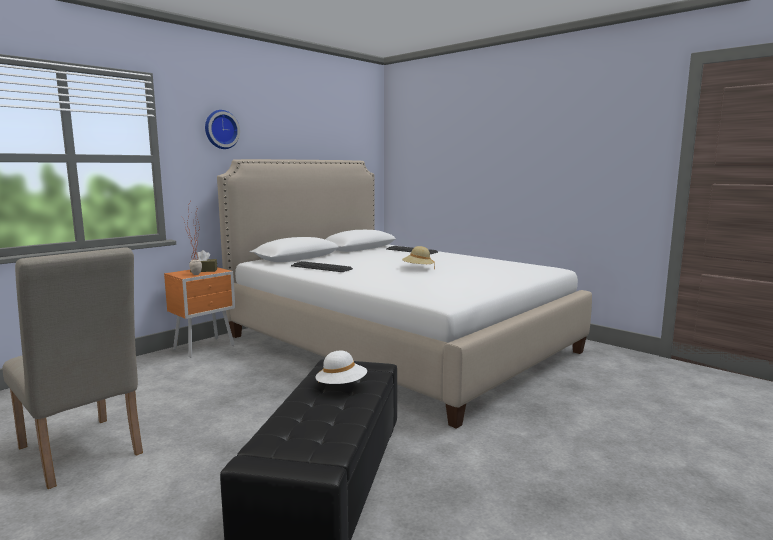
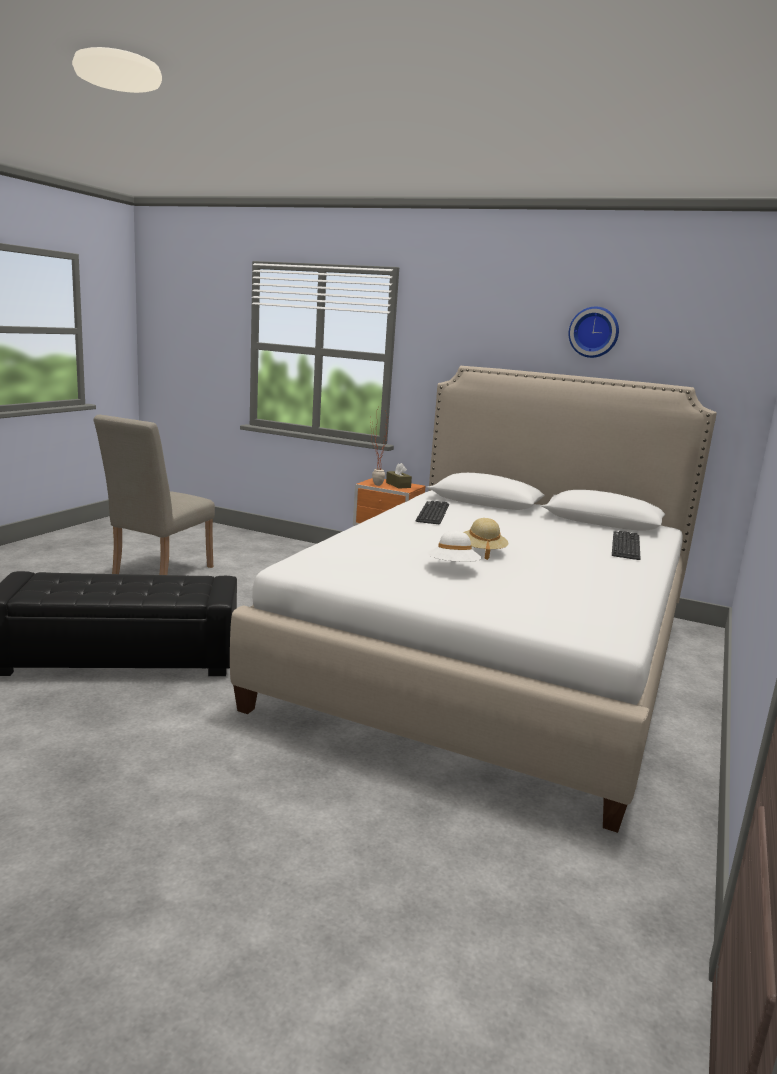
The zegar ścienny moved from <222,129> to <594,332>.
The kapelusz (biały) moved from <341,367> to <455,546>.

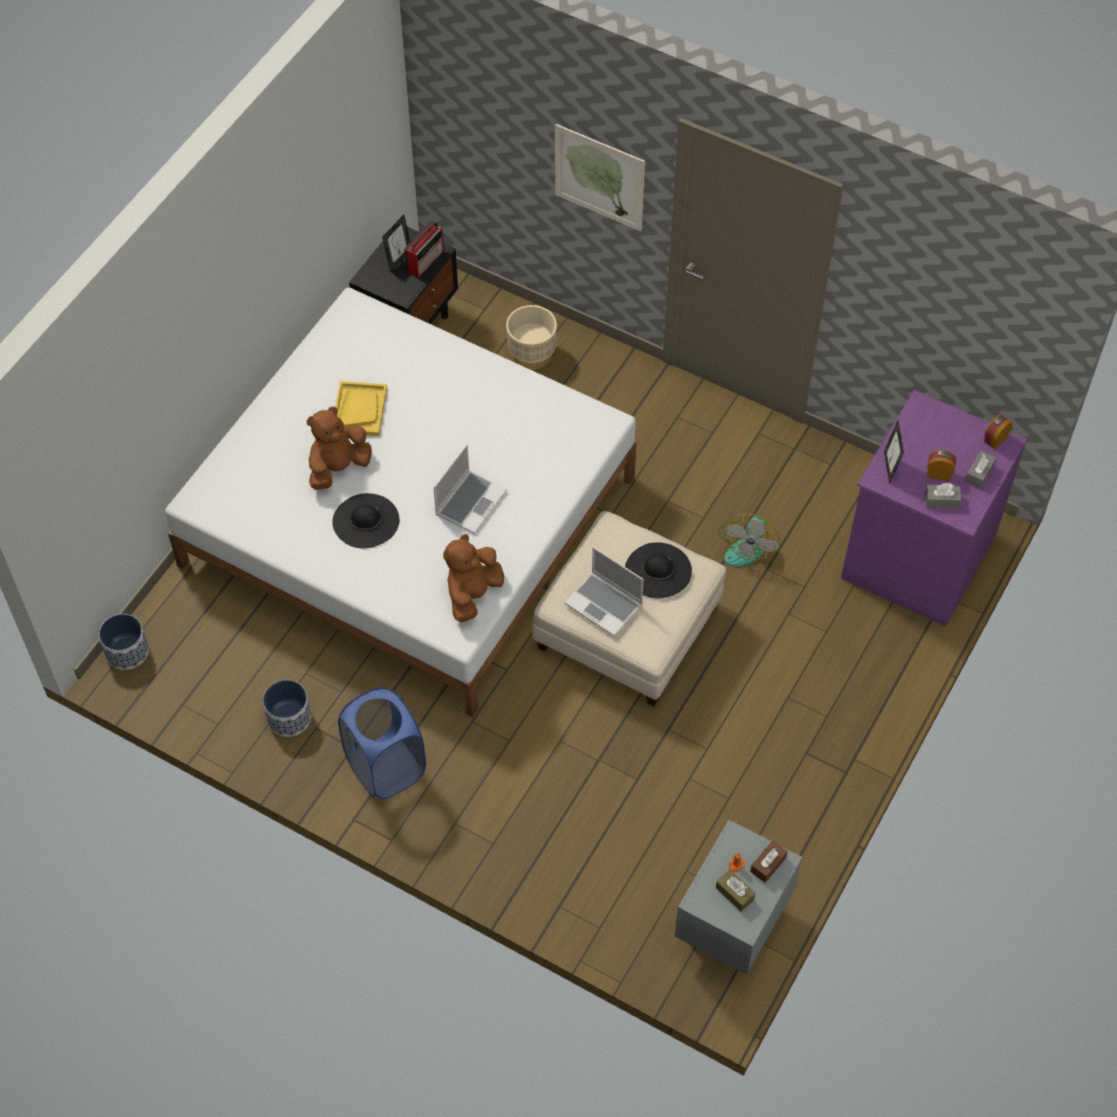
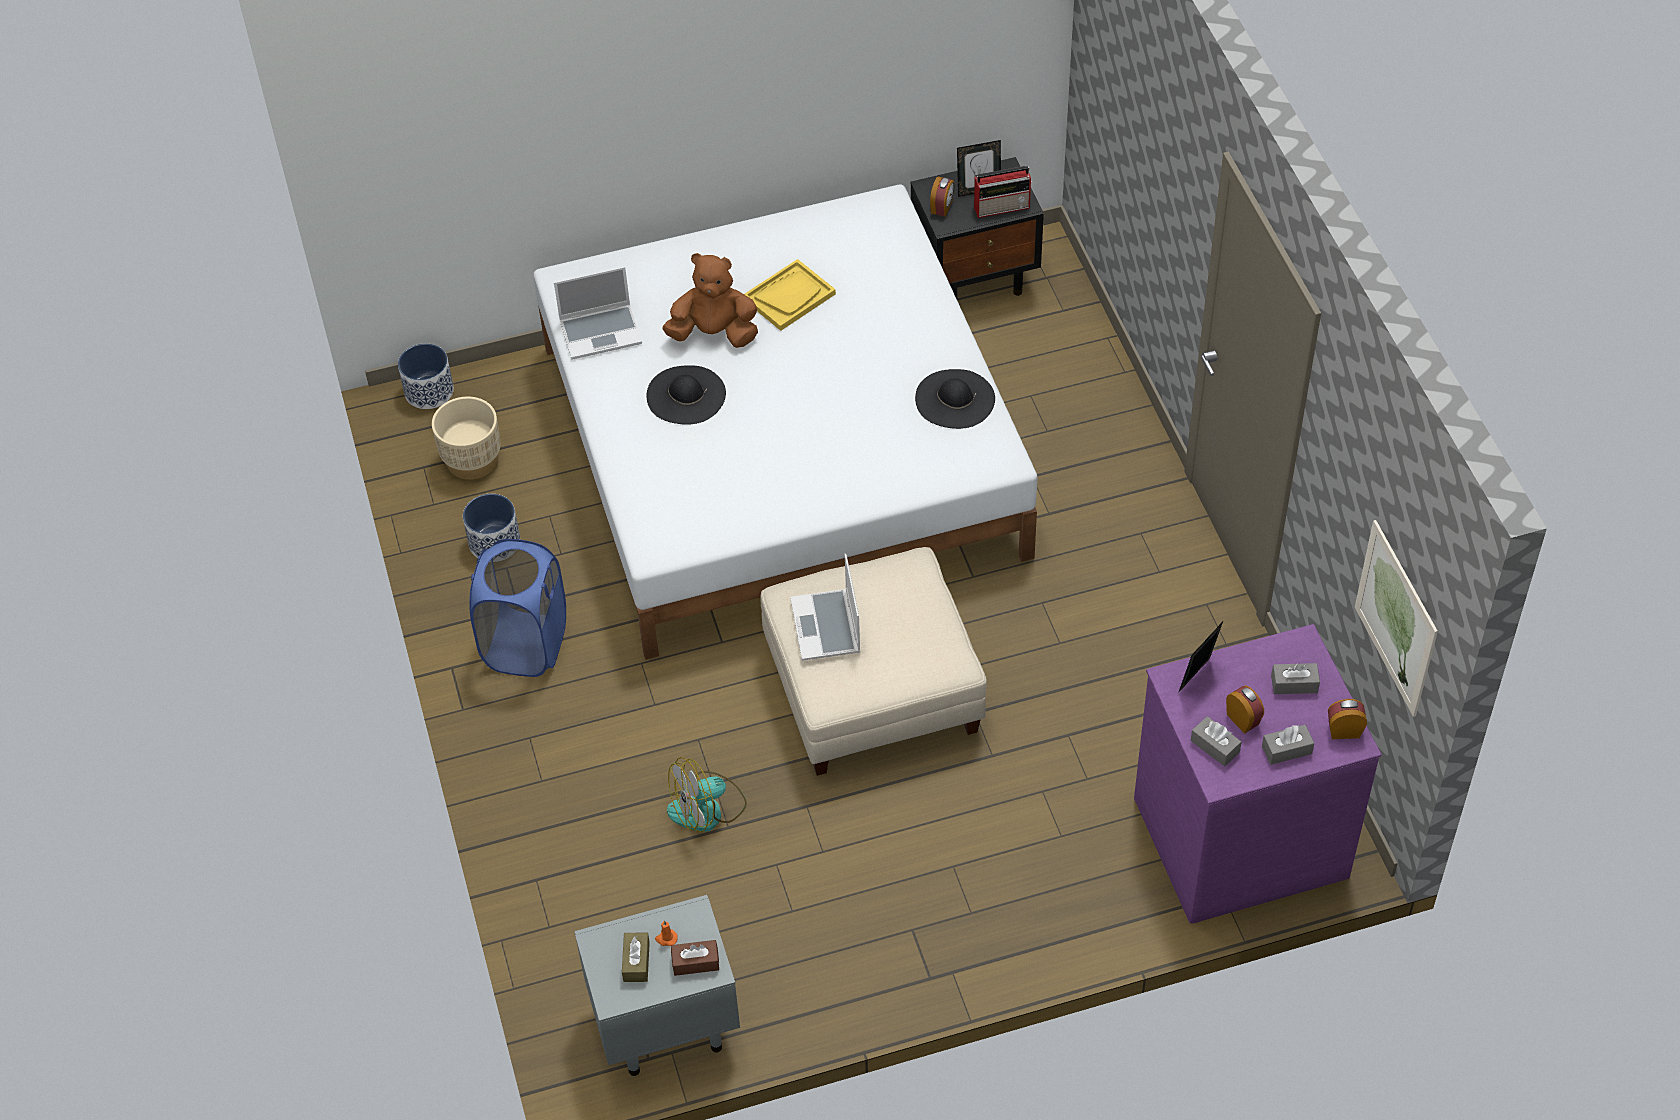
The obraz moved from <600,177> to <1396,618>.
The donica (beżowy) moved from <531,337> to <466,438>.
The laptop moved from <470,489> to <598,313>.
The wentylator moved from <749,540> to <707,794>.
The pluszak (brązowy) at <473,578> disappeared.
The kapelusz (czarny) moved from <658,570> to <955,399>.
The budzik at <942,197> appeared.
The pudełko chusteczek (szary) at <1295,678> appeared.

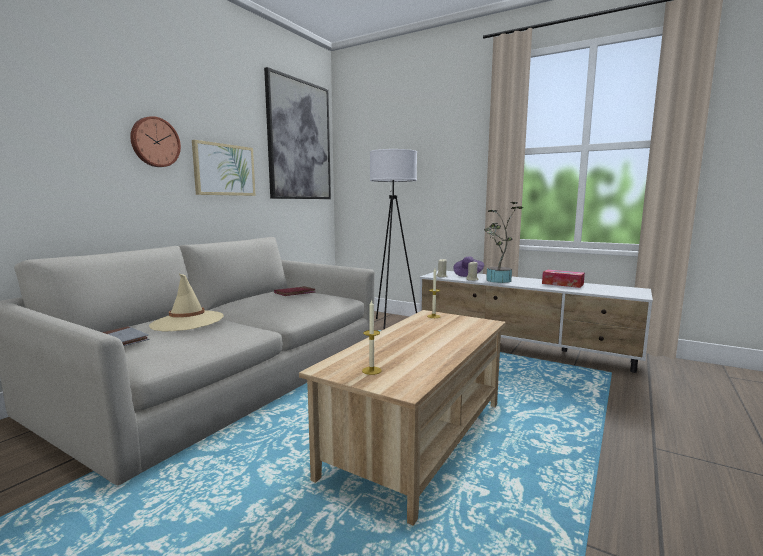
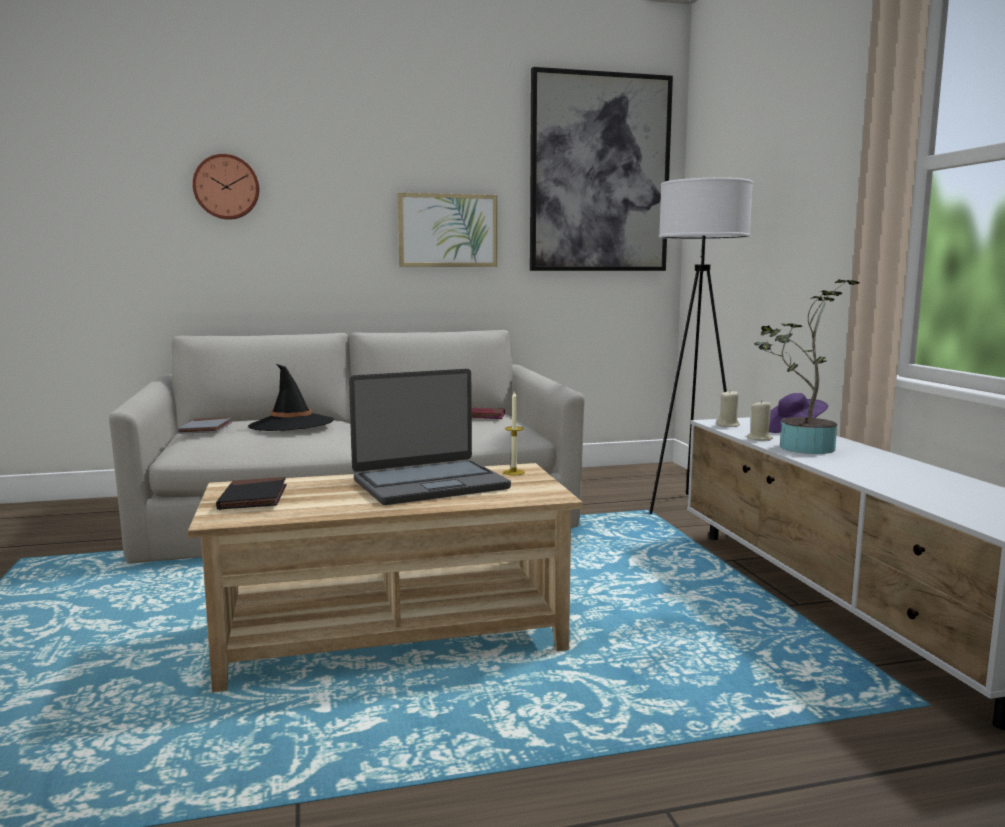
The zegar ścienny moved from <155,141> to <225,187>.
The pudełko chusteczek at <563,279> disappeared.
The kapelusz (beżowy) at <186,303> became the kapelusz (czarny) at <291,397>.
The świeca at <371,337> was replaced by the książka (czarny) at <251,493>.
The laptop at <430,437> appeared.

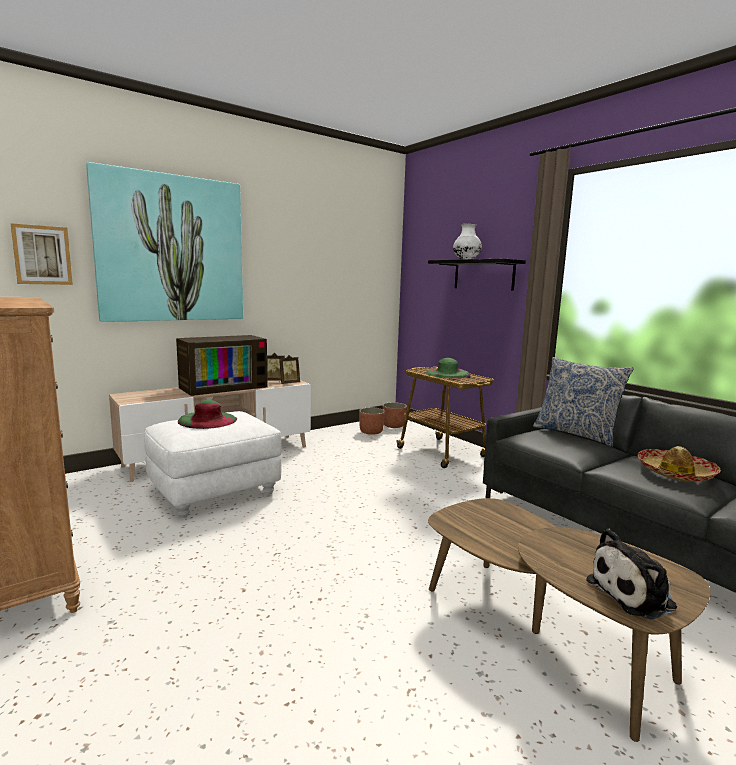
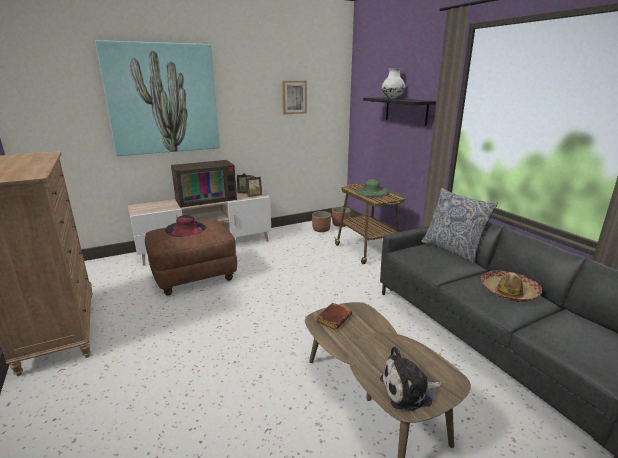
The obraz moved from <42,254> to <294,97>.
The kapelusz (zielony) at <207,414> became the kapelusz (czarny) at <185,226>.
The pufa (biały) at <213,464> became the pufa (brązowy) at <191,258>.
The książka (brązowy) at <334,316> appeared.

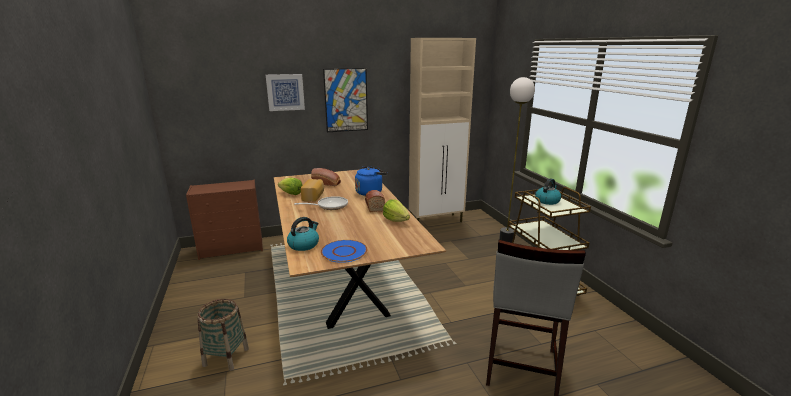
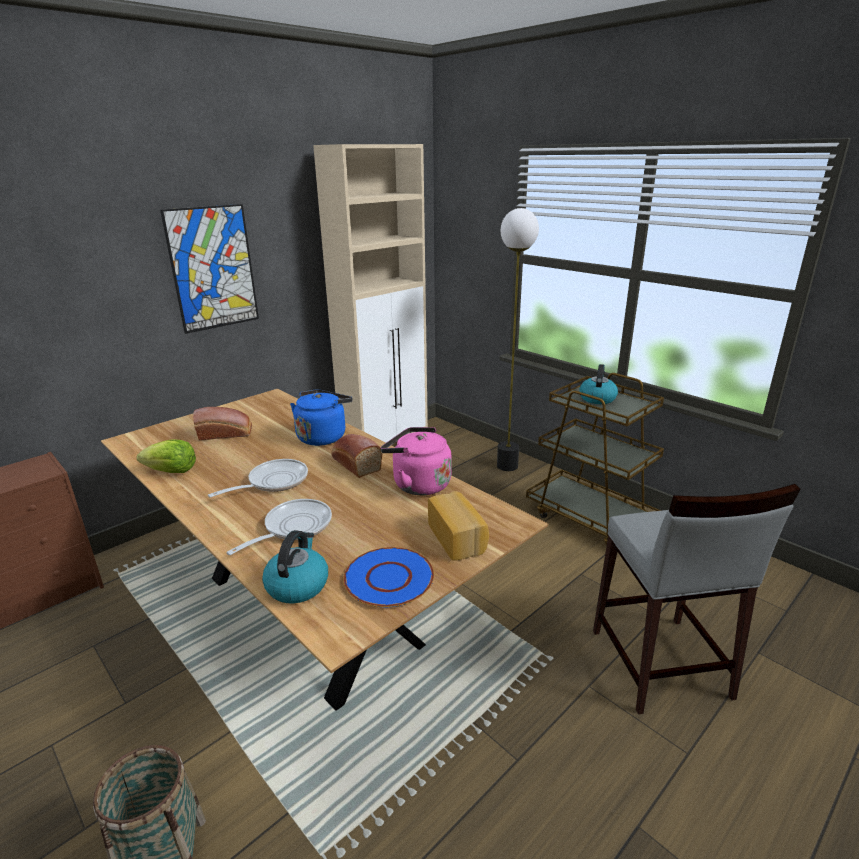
The obraz at <285,92> disappeared.
The chleb moved from <312,190> to <458,525>.
The sałata at <396,210> was replaced by the czajnik (różowy) at <416,461>.
The patelnia at <279,527> appeared.

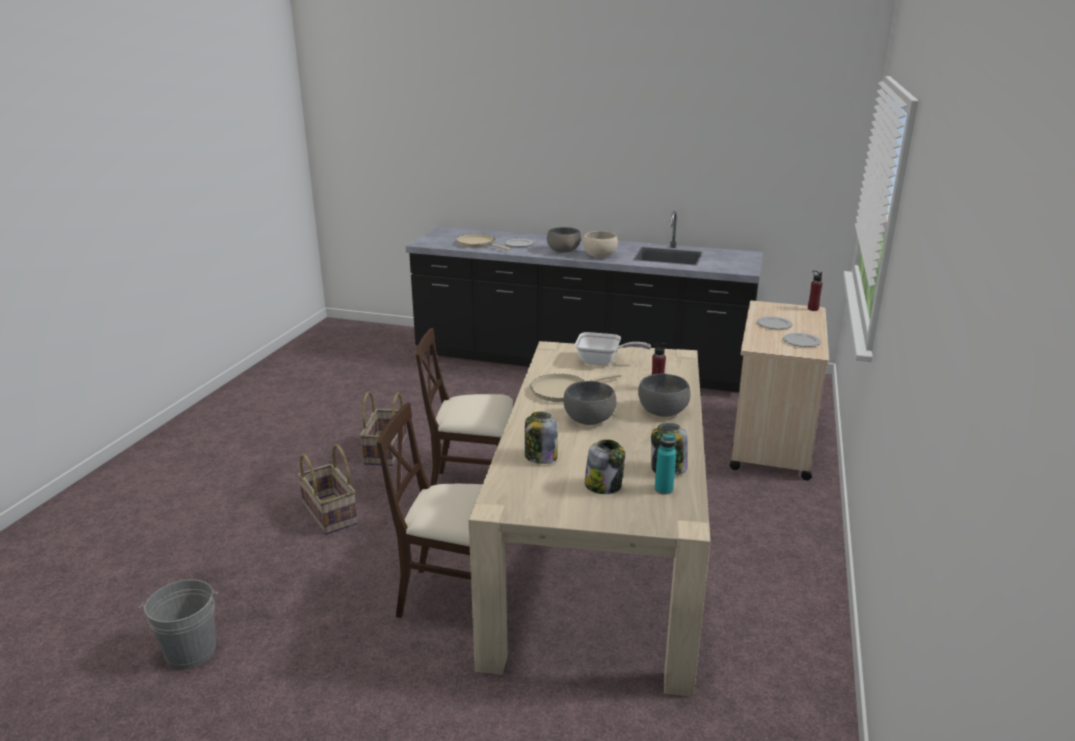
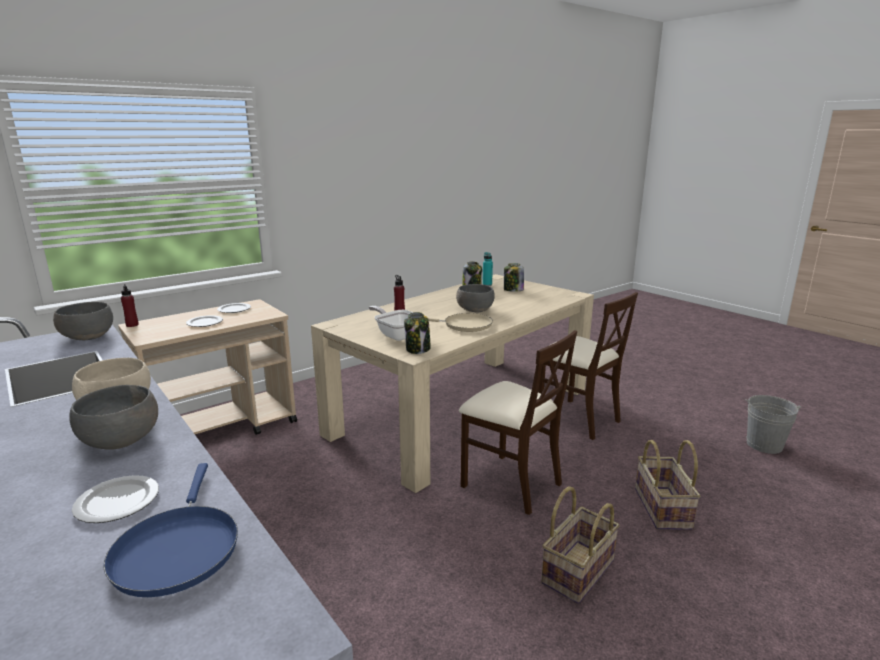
The patelnia (beżowy) at <483,242> became the patelnia (niebieski) at <170,530>.
The miska (szary) moved from <664,395> to <83,321>.
The słoik moved from <541,438> to <417,333>.

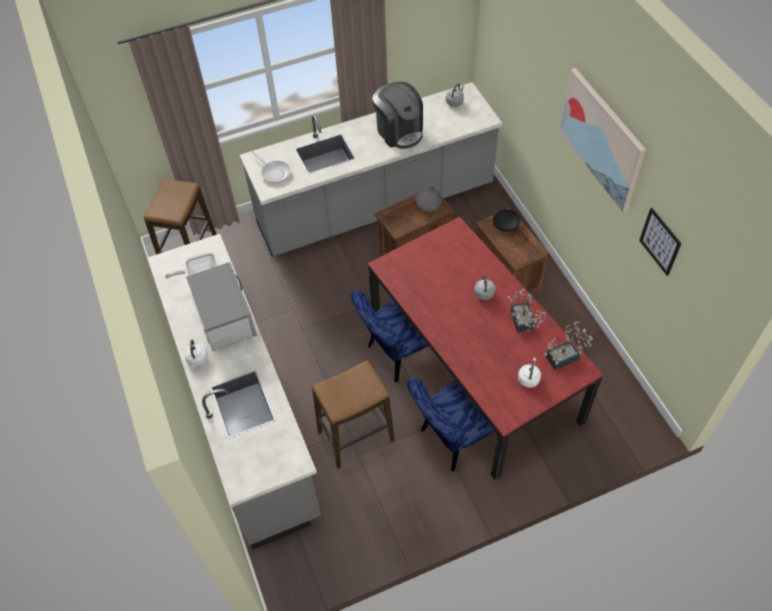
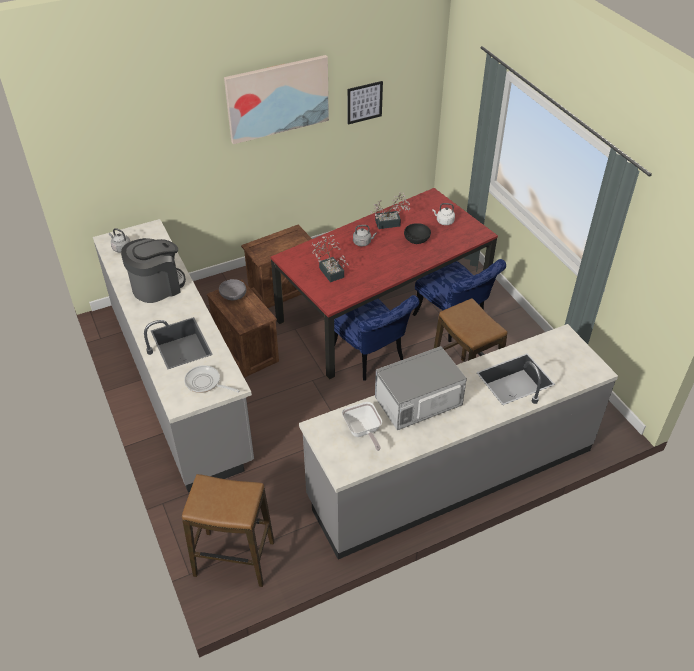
The patelnia at <271,167> turned 105 degrees counterclockwise.
The miska (czarny) moved from <507,220> to <417,233>.
The roślina doniczkowa moved from <569,345> to <330,258>.
The czajnik (biały) at <196,353> disappeared.

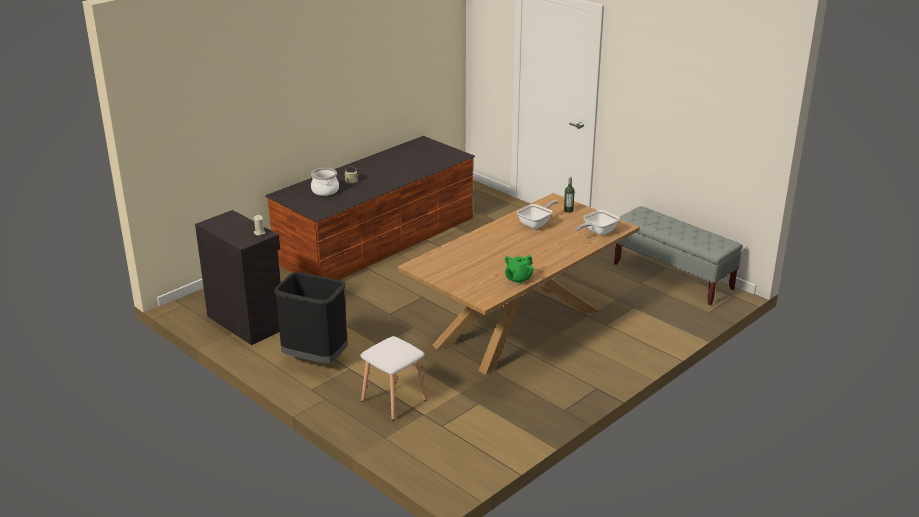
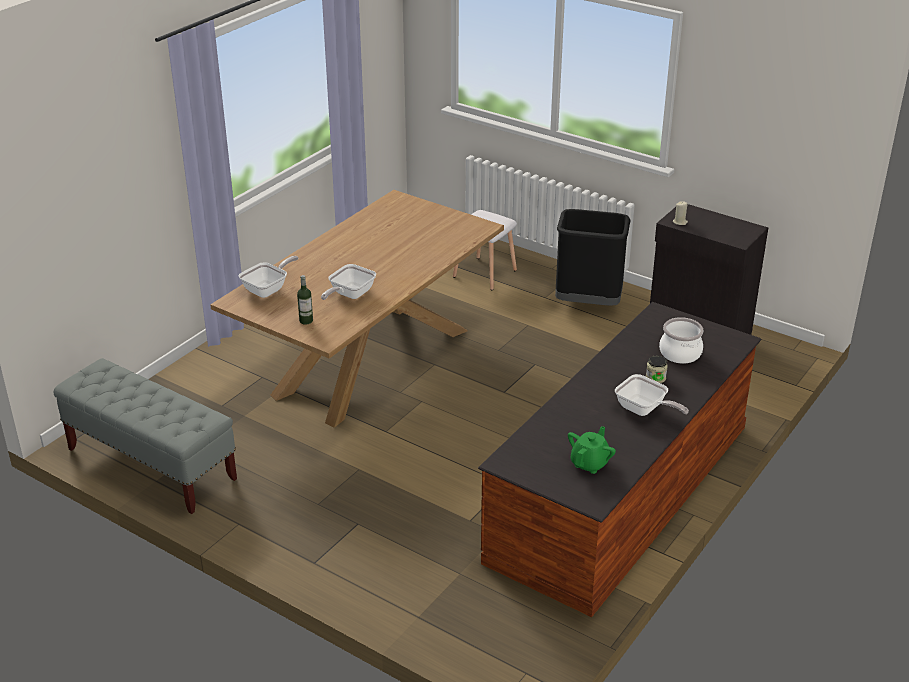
The imbryk (zielony) moved from <519,269> to <592,450>.
The patelnia at <652,395> appeared.

